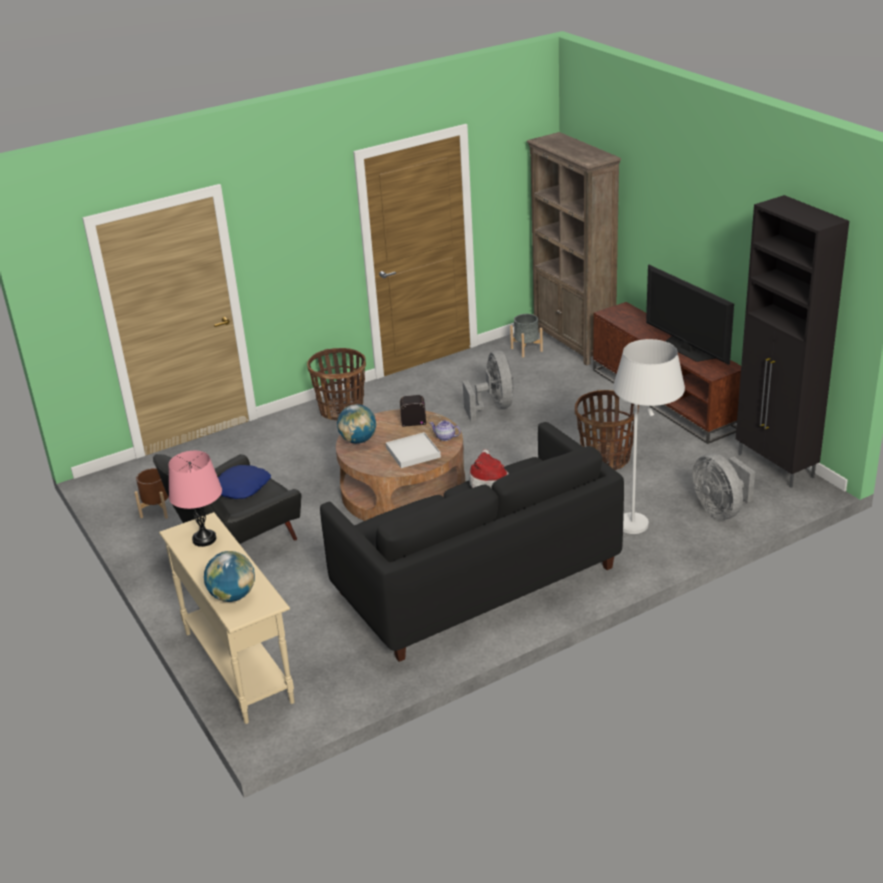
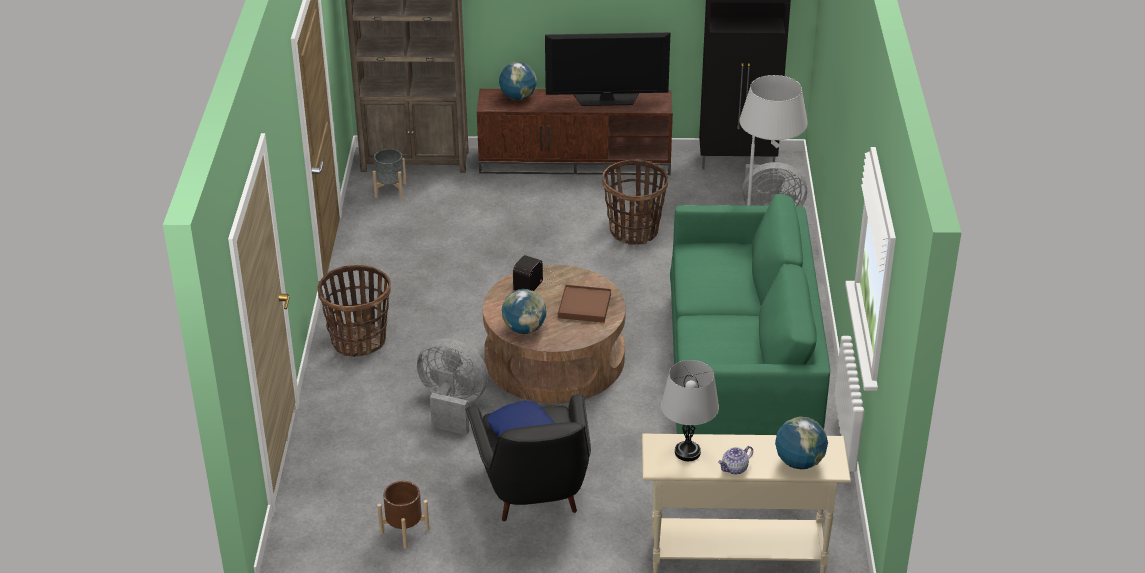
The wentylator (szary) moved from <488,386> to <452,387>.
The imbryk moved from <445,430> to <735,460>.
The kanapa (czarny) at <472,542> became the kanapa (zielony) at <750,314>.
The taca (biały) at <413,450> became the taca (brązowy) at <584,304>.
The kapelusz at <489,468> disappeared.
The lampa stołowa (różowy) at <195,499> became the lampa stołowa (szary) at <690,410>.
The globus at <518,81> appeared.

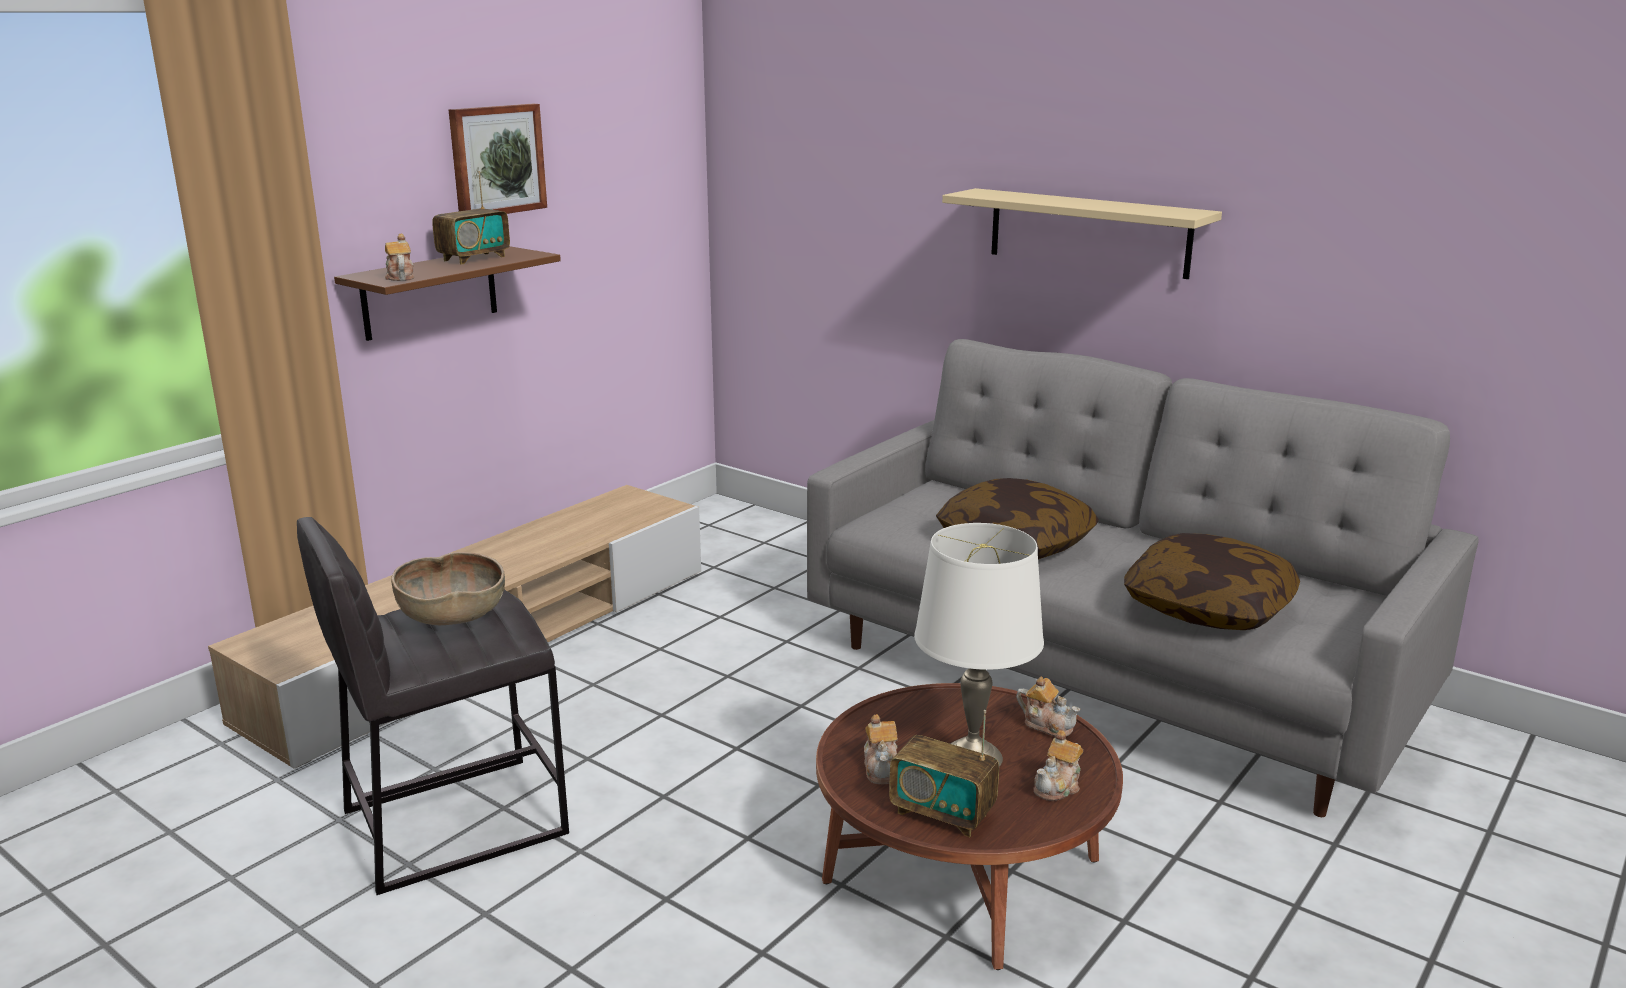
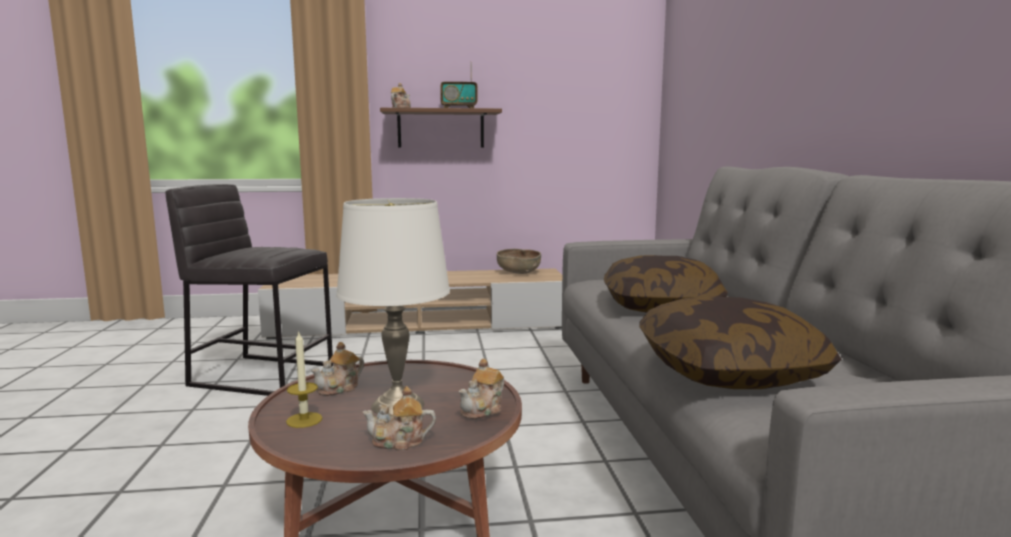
The obraz at <497,159> disappeared.
The półka (beżowy) at <1082,233> disappeared.
The miska (brązowy) moved from <448,588> to <519,261>.
The imbryk at <1048,706> turned 45 degrees clockwise.
The radio at <944,773> was replaced by the świeca at <304,379>.

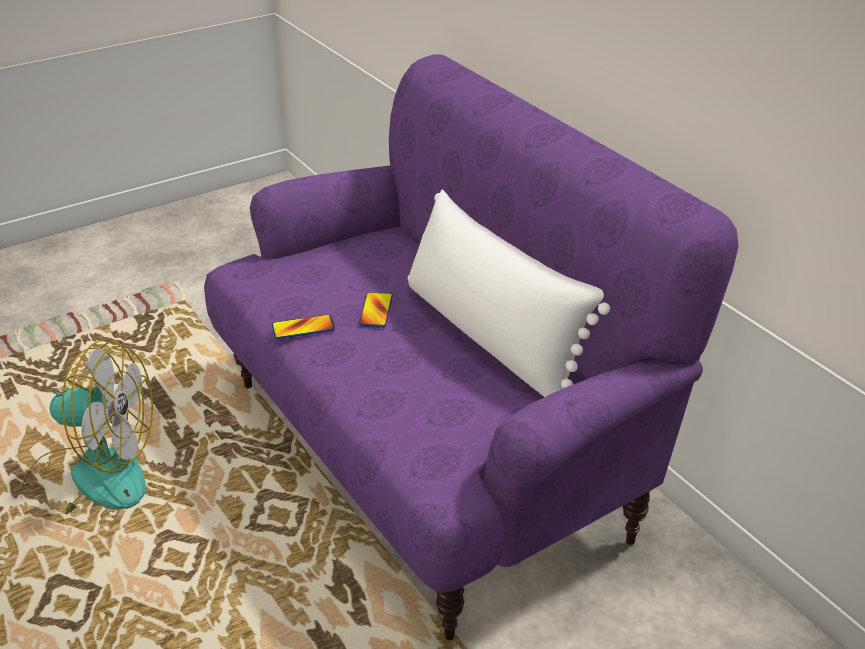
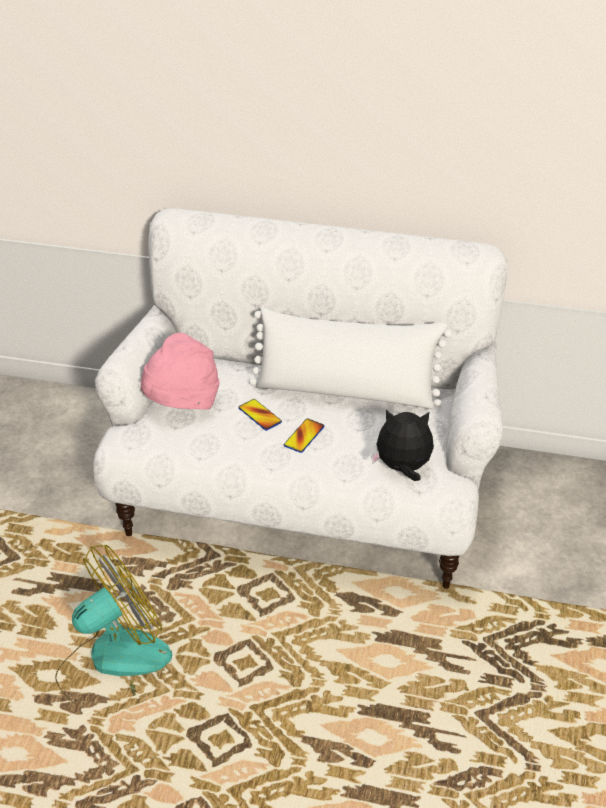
The kanapa (fioletowy) at <471,347> became the kanapa (biały) at <300,398>.
The telefon moved from <303,326> to <304,436>.
The kapelusz (różowy) at <180,371> appeared.
The pluszak at <402,445> appeared.

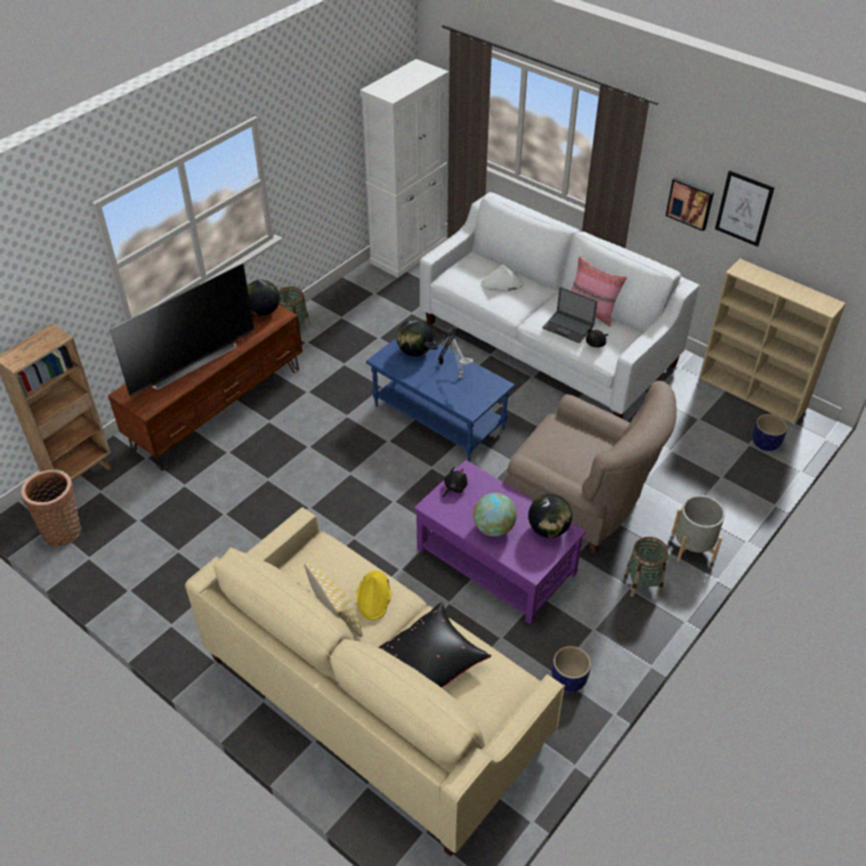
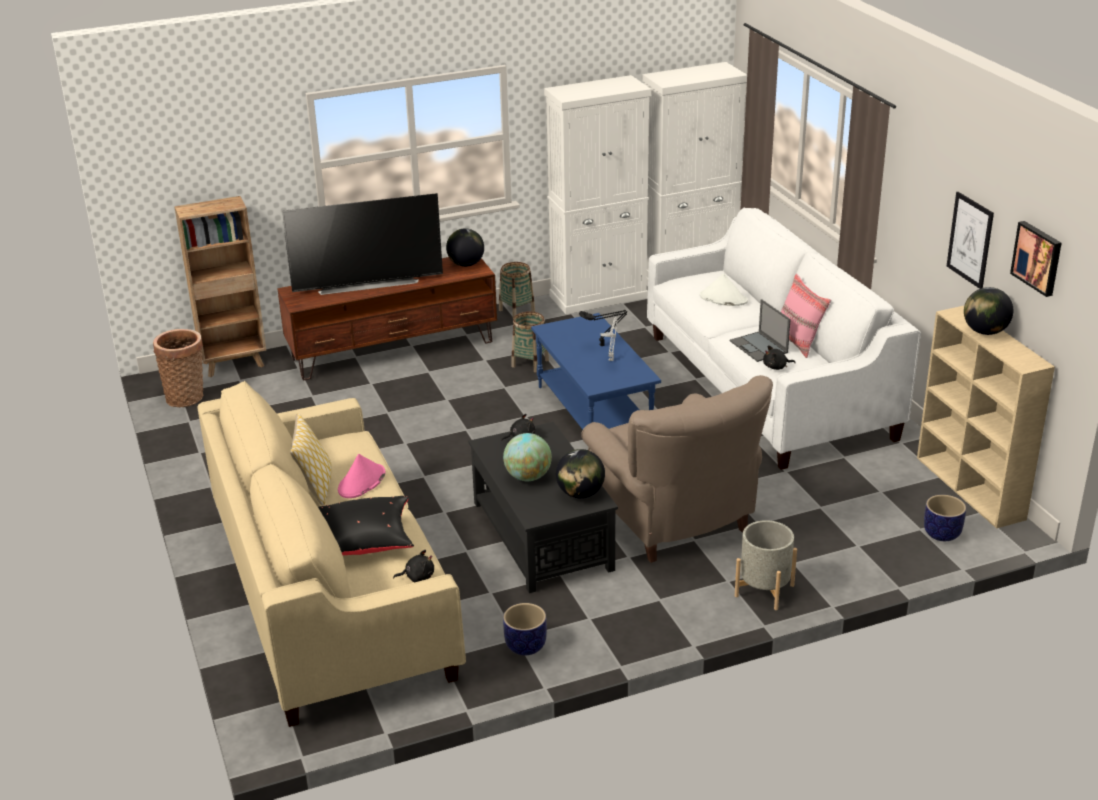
The obraz moved from <690,204> to <1036,259>.
The globus moved from <415,337> to <988,311>.
The ława (fioletowy) at <500,542> became the ława (czarny) at <543,507>.
The koszyk moved from <647,567> to <530,342>.
The kapelusz (żółty) at <374,595> became the kapelusz (różowy) at <361,476>.
The szafka (biały) at <597,194> appeared.
The pluszak (czarny) at <413,566> appeared.

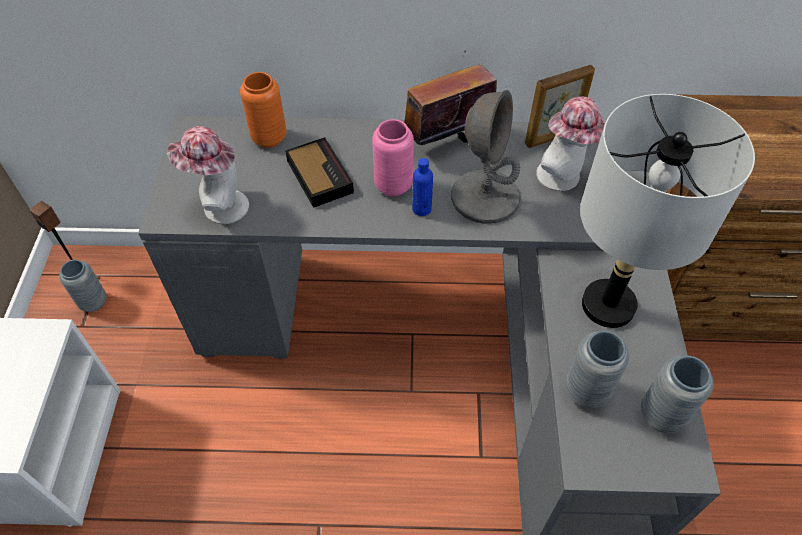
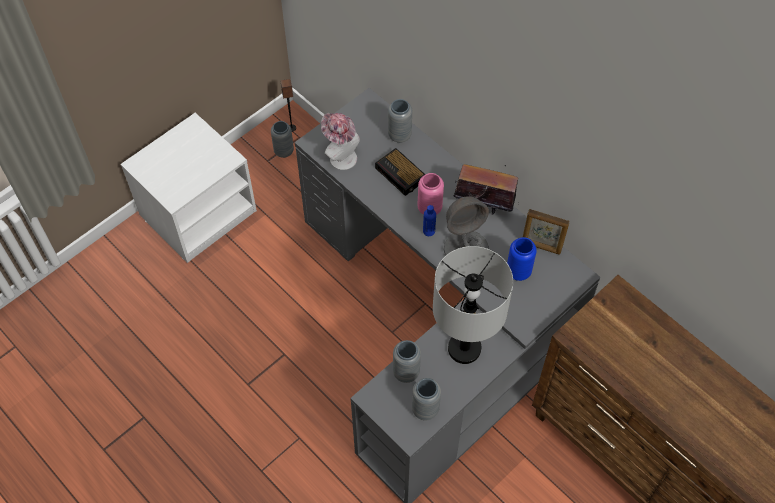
The wazon (pomarańczowy) at <263,110> became the wazon (szary) at <400,121>.
The kapelusz at <571,143> was replaced by the wazon (niebieski) at <522,259>.
The budzik at <319,172> turned 120 degrees clockwise.

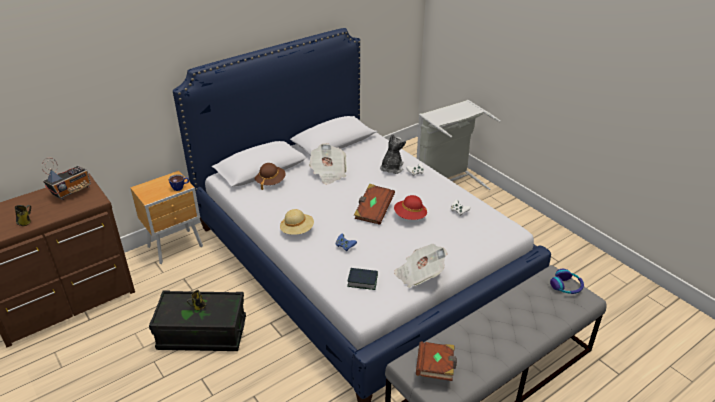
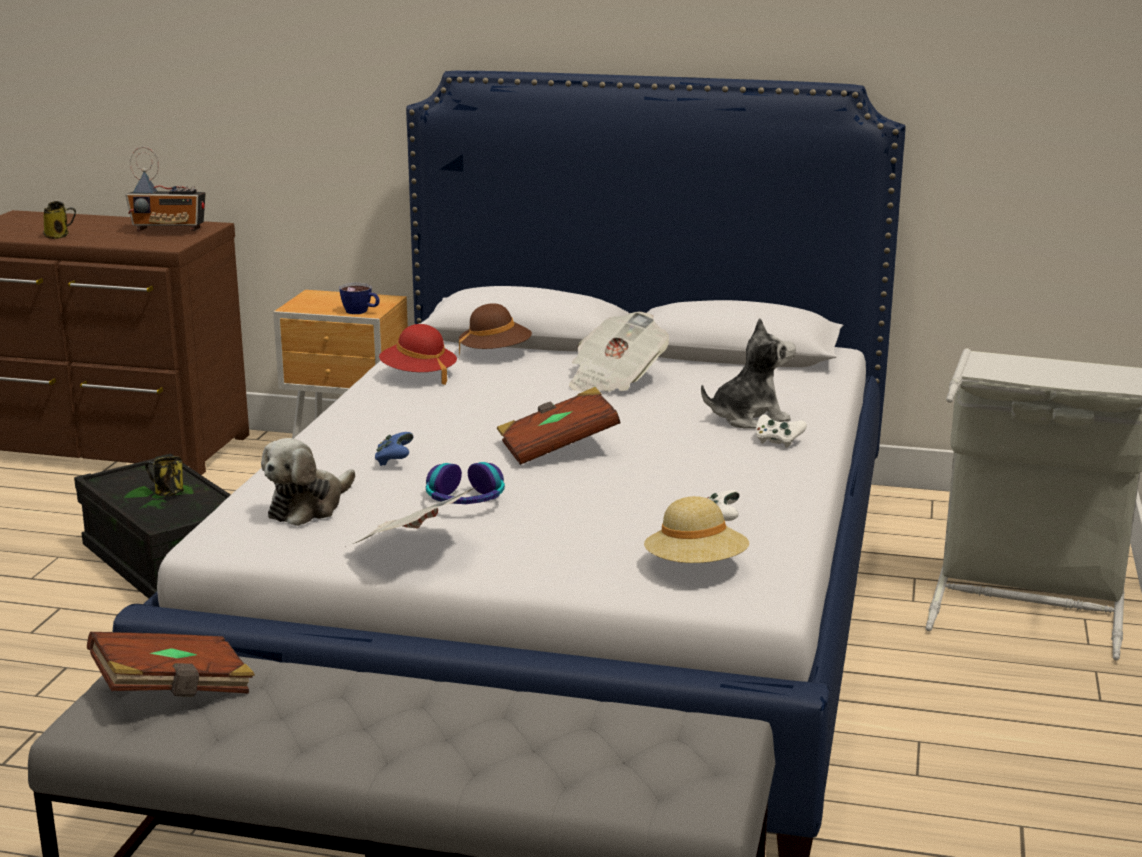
The kapelusz (czerwony) moved from <410,207> to <418,354>.
The kapelusz (beżowy) moved from <297,222> to <696,529>.
The książka at <362,279> was replaced by the pluszak at <308,482>.
The słuchawki moved from <567,281> to <465,483>.

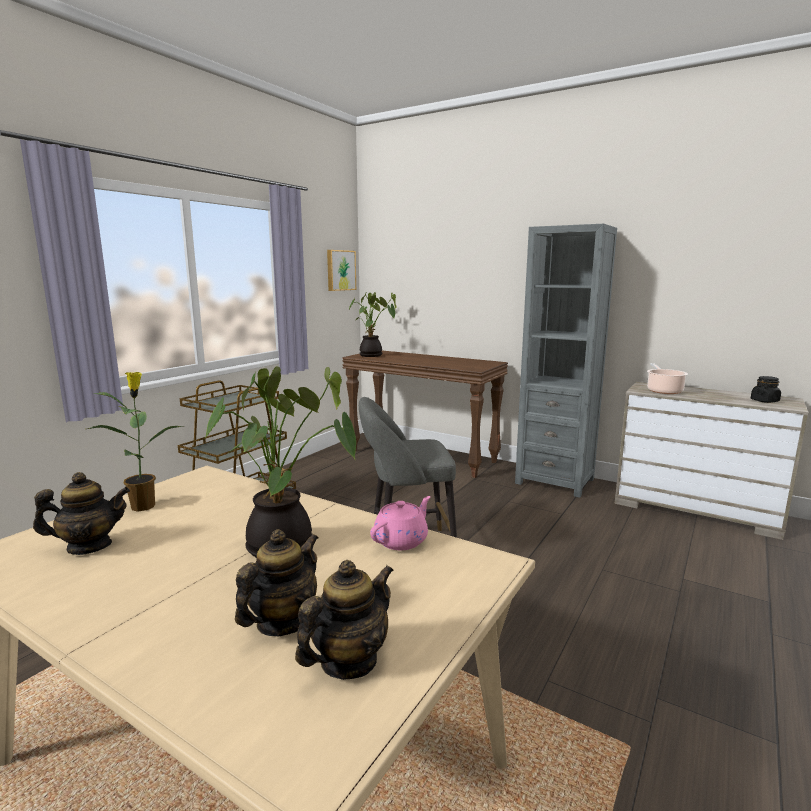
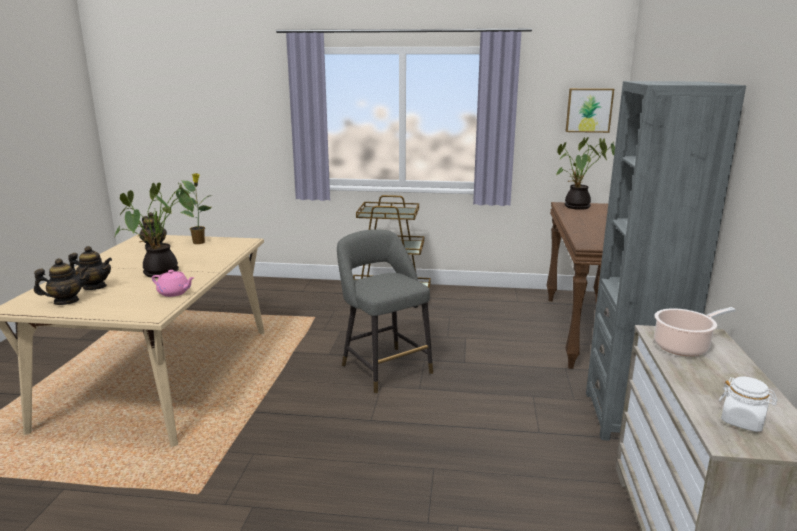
The słoik (czarny) at <766,389> became the słoik (biały) at <748,404>.
The imbryk at <344,620> turned 45 degrees counterclockwise.

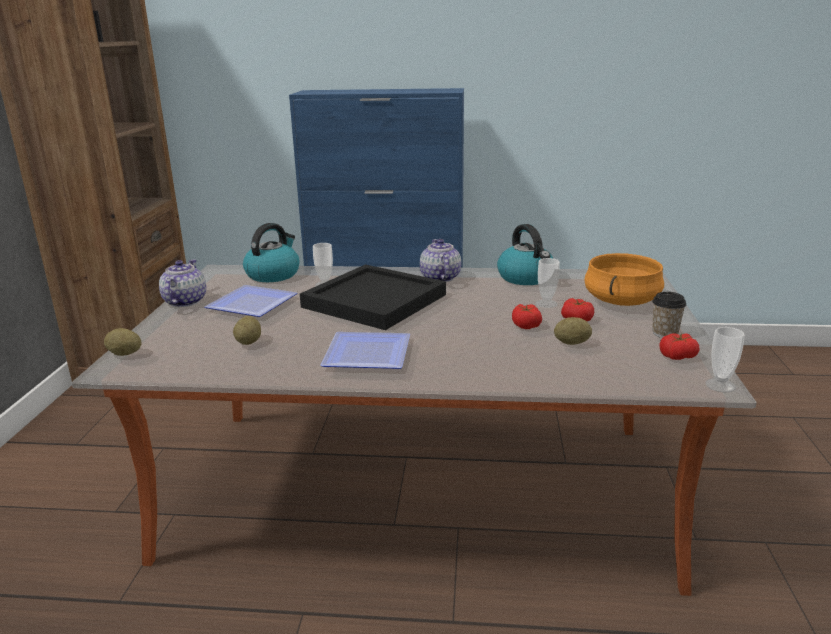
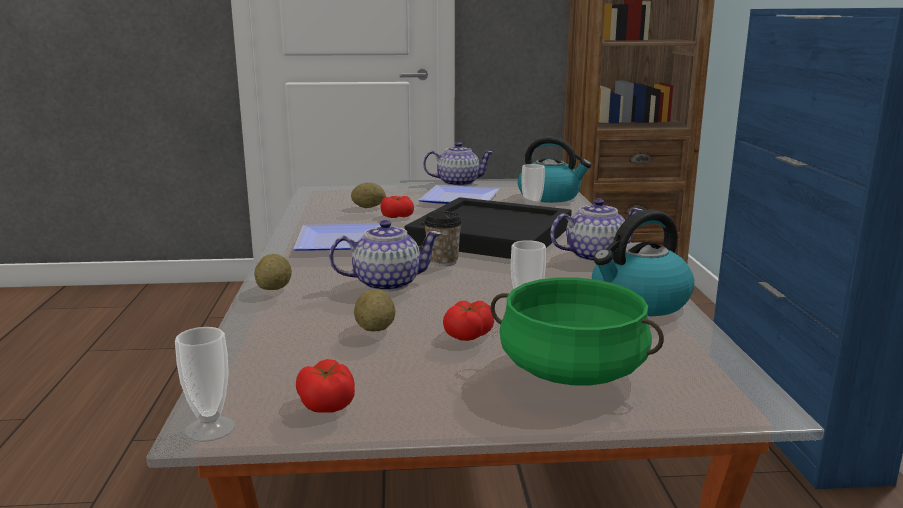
The garnek (pomarańczowy) at <624,279> became the garnek (zielony) at <577,331>.
The filiżanka moved from <669,315> to <443,238>.
The pomidor moved from <527,316> to <397,207>.
The ziemniak moved from <123,342> to <273,272>.
The imbryk at <385,256> appeared.

